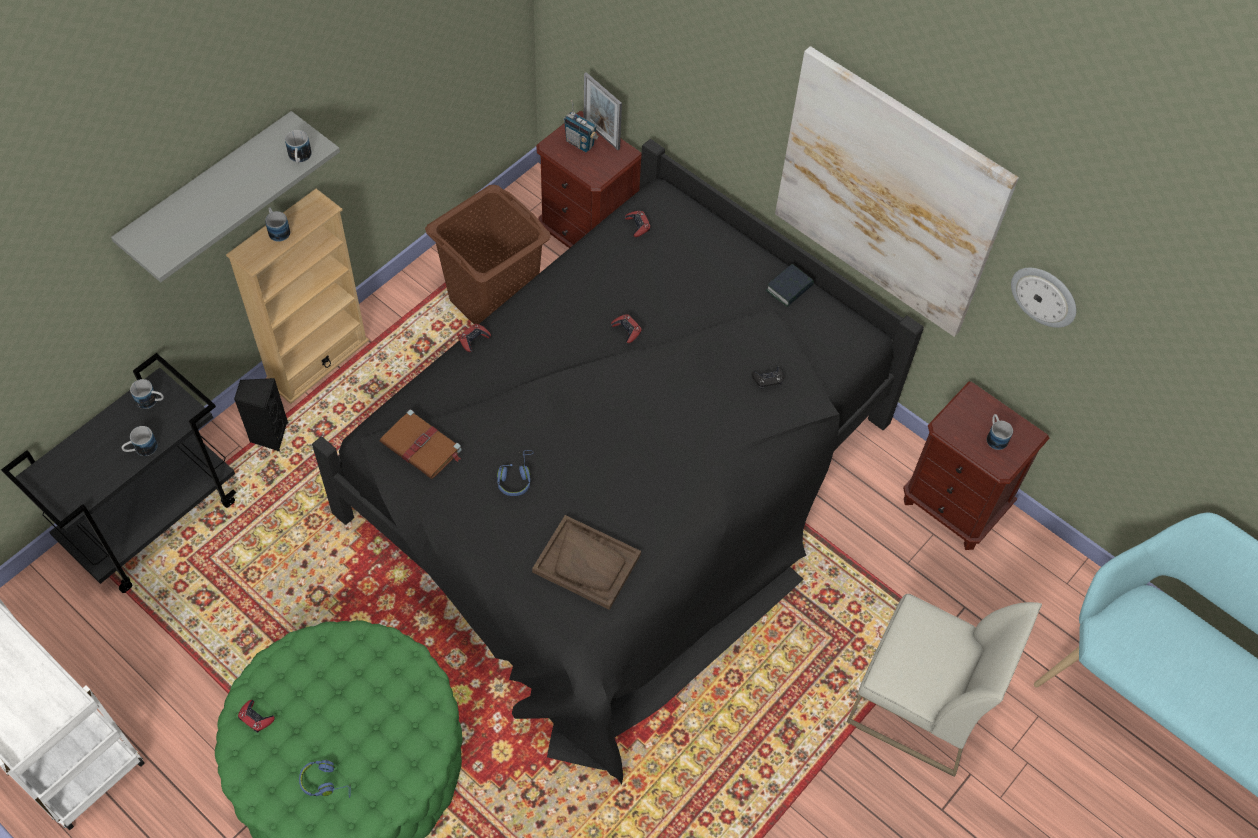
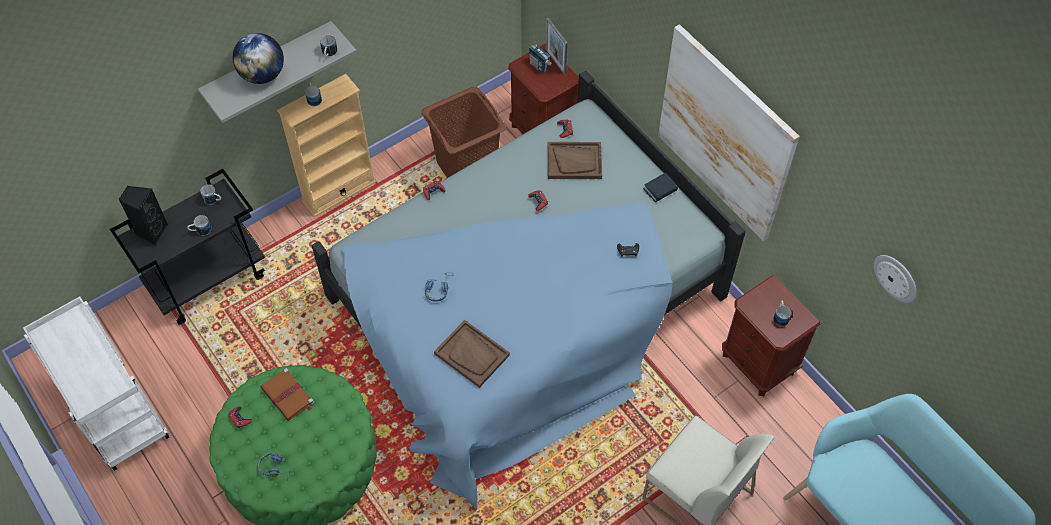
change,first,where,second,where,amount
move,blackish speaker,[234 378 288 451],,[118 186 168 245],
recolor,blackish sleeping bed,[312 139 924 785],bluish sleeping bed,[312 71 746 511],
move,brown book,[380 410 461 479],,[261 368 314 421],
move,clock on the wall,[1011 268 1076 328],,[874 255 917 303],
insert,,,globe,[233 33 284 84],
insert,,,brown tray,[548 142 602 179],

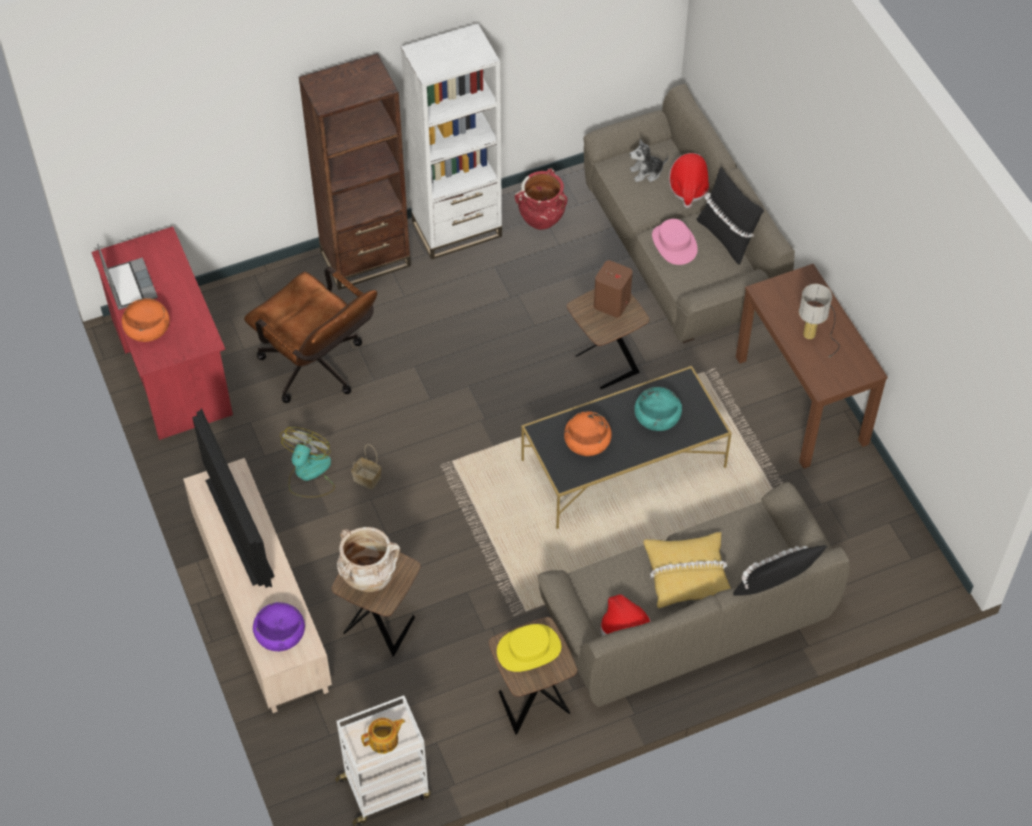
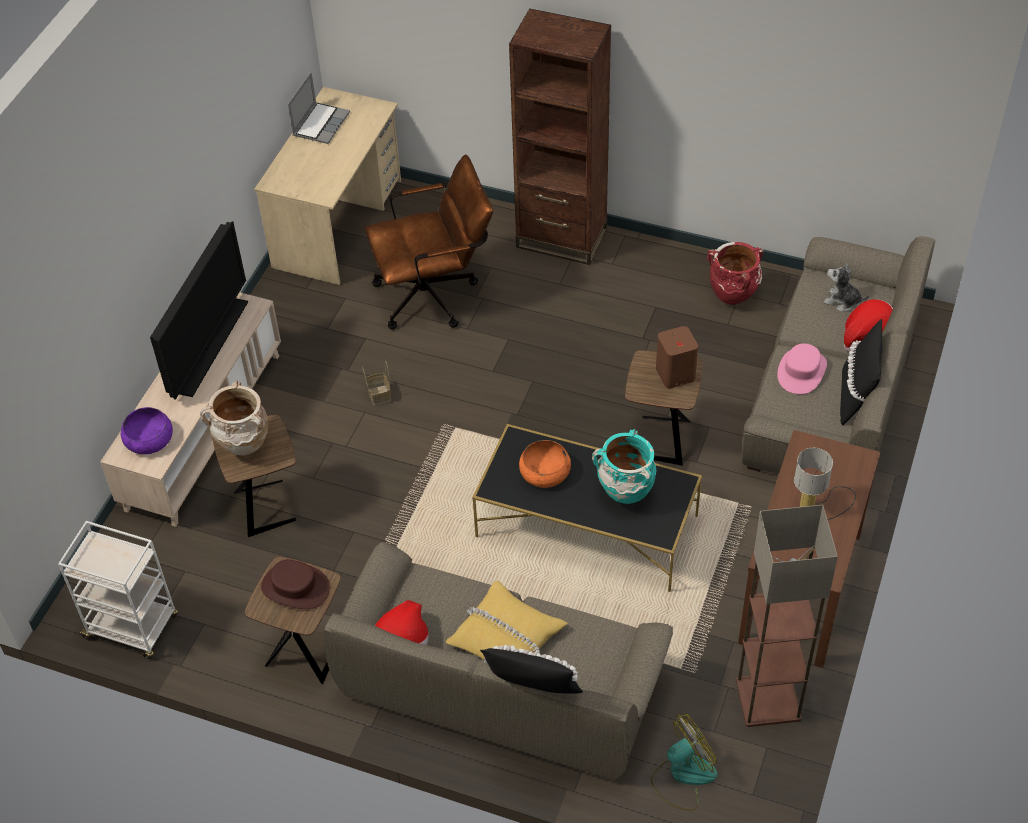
change,first,where,second,where,amount
recolor,reddish desk table,[91 227 233 440],beige desk table,[254 87 401 285],
delete,orange serving bowl,[122 298 170 342],,,
rotate,brown desk chair,[244 267 377 403],,[365 155 493 330],105 degrees counterclockwise
move,fan,[280 427 335 498],,[651 714 717 811],
delete,teapot,[361 718 405 754],,,
delete,whitish bookcase,[401 23 502 260],,,
recolor,yellow wearable hat,[497 624 561 672],brown wearable hat,[261 559 330 609],
replace,turquoise serving bowl,[634 387 682 431],turquoise decorative vase,[592 429 656 504],
insert,,,standing lamp,[736 505 838 727],

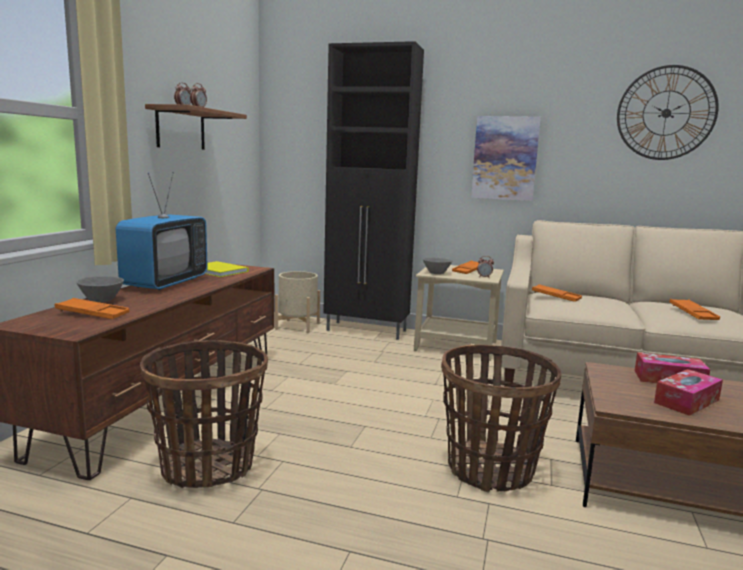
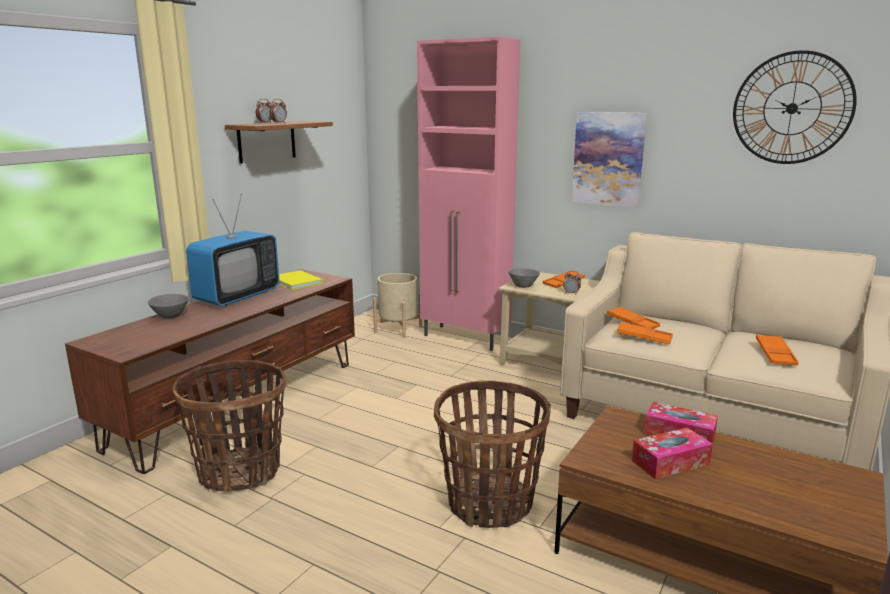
change,first,where,second,where,amount
move,orange tray,[55 298 129 319],,[617 322 673 344],
recolor,blackish cabinet,[323 41 424 340],pinkish cabinet,[417 37 520 351],

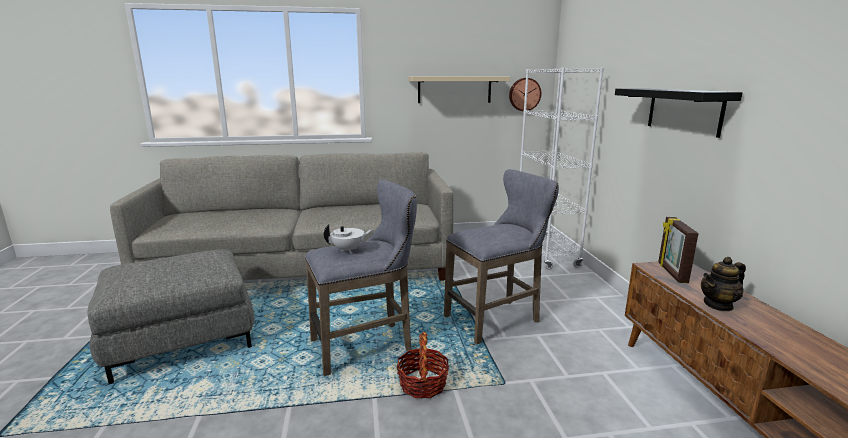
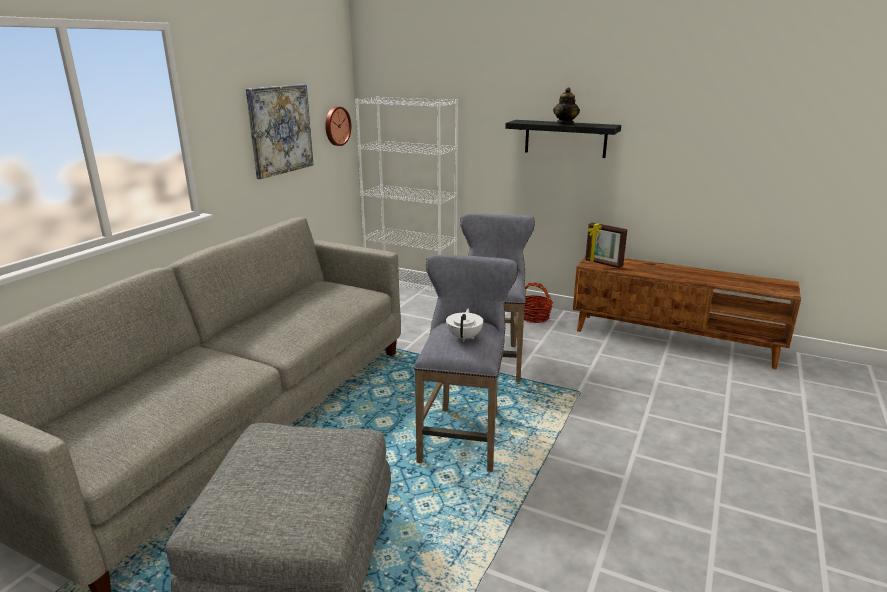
change,first,where,second,where,amount
move,basket,[396 332 449 399],,[524 282 553 323],
replace,beige shelf,[408 77 510 103],wall picture,[246 84 313 179],
move,teapot,[701 257 746 311],,[553 87 580 125],

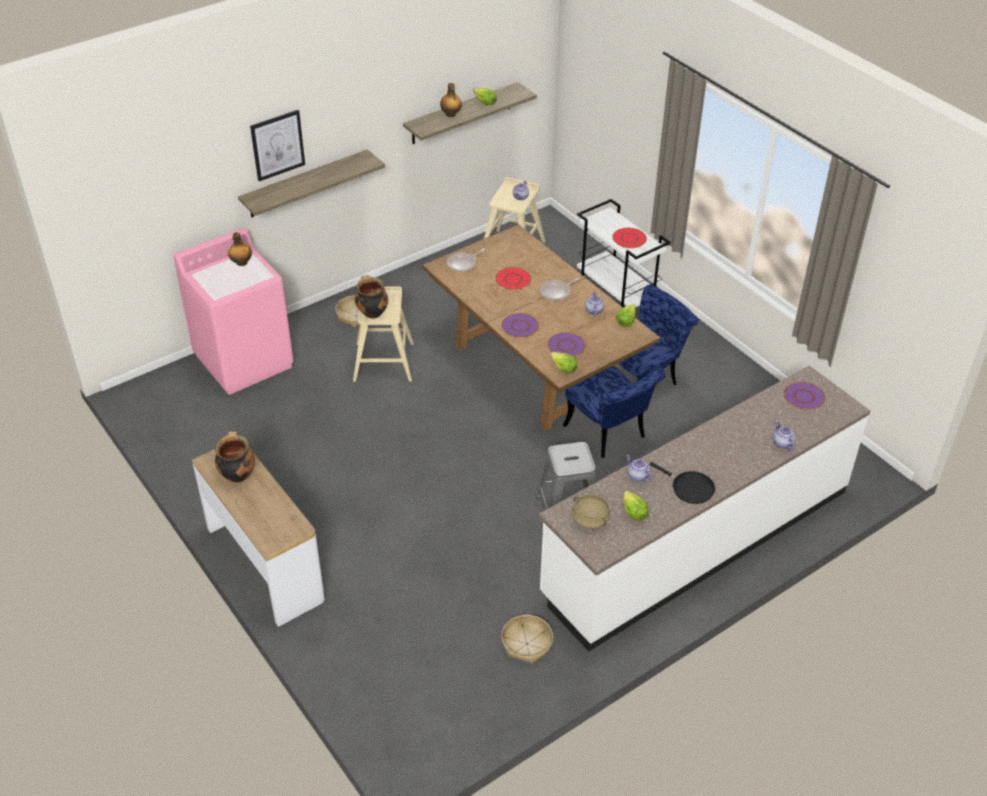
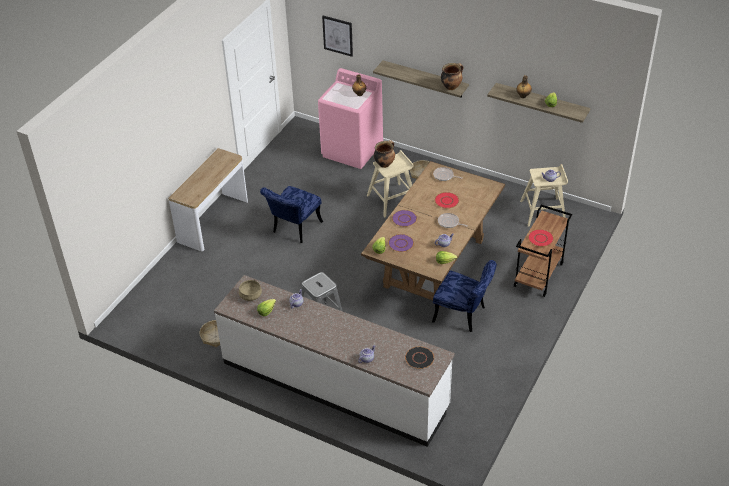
change,first,where,second,where,amount
move,cooking pot,[215 431 255 483],,[441 63 463 90],
move,wall picture,[250 110 305 181],,[322 16 353 57],
move,bluish upright chair,[563 366 665 458],,[260 186 323 243],
recolor,whitish trolley,[577 199 671 307],brown trolley,[513 205 572 297],
delete,blackish skillet,[649 462 715 504],,,
recolor,purplish flat dish,[784 382 825 410],blackish flat dish,[405 346 434 369],

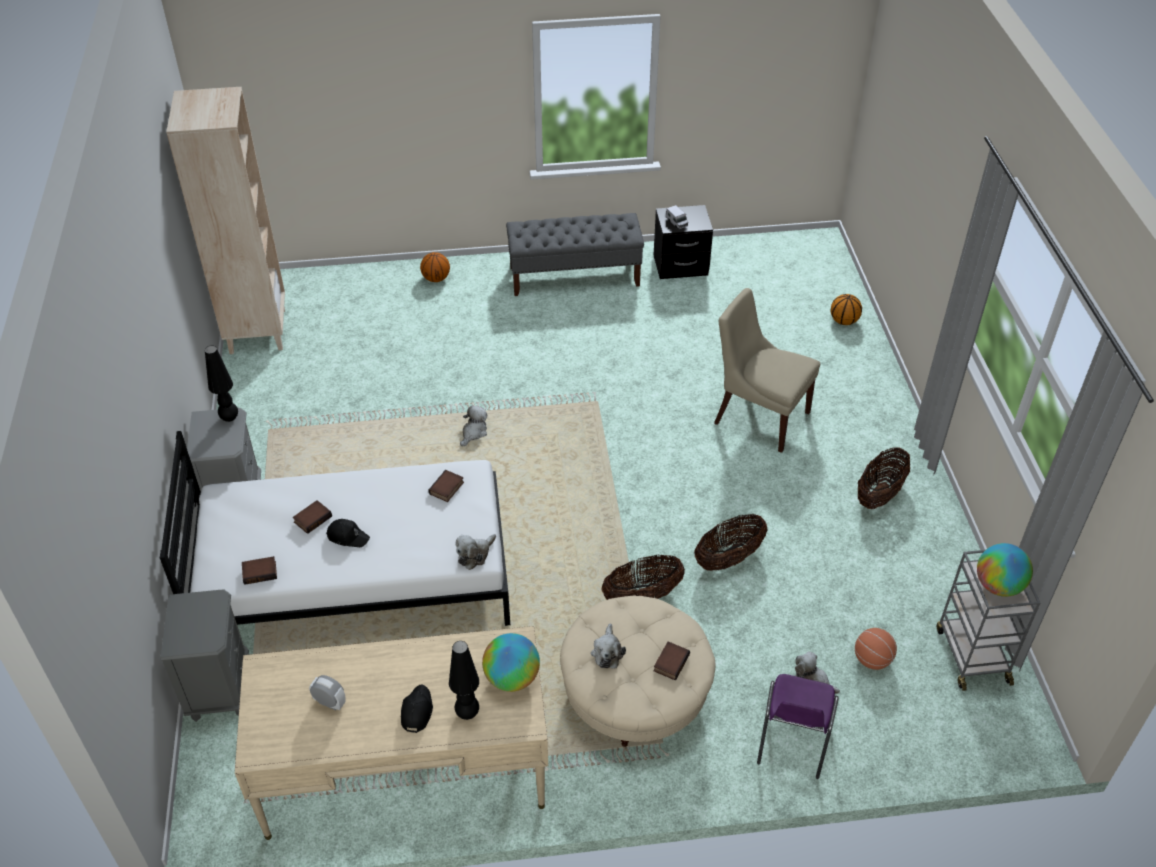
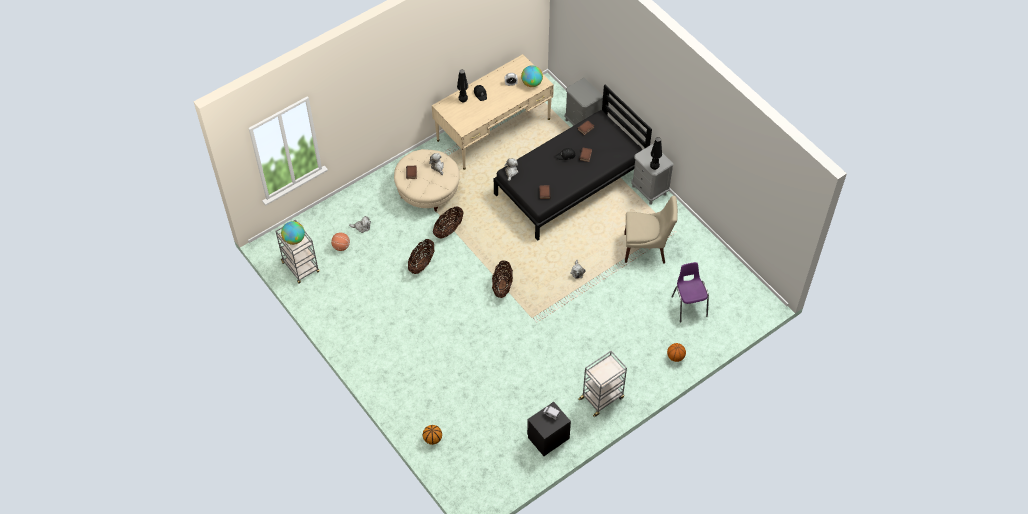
change,first,where,second,where,amount
recolor,whitish sleeping bed,[160 431 510 626],blackish sleeping bed,[494 84 652 241],
delete,beige bookcase,[166 87 285 354],,,
move,globe,[482 633 540 692],,[521 65 543 87],
replace,grey indoor bench,[506 213 644 296],grey trolley,[578 351 627 417],
move,beige upright chair,[714 288 820 453],,[624 196 678 264],
move,purplish upright chair,[757 674 839 779],,[672 262 709 323],
move,basket,[858 447 910 509],,[492 260 513 298],

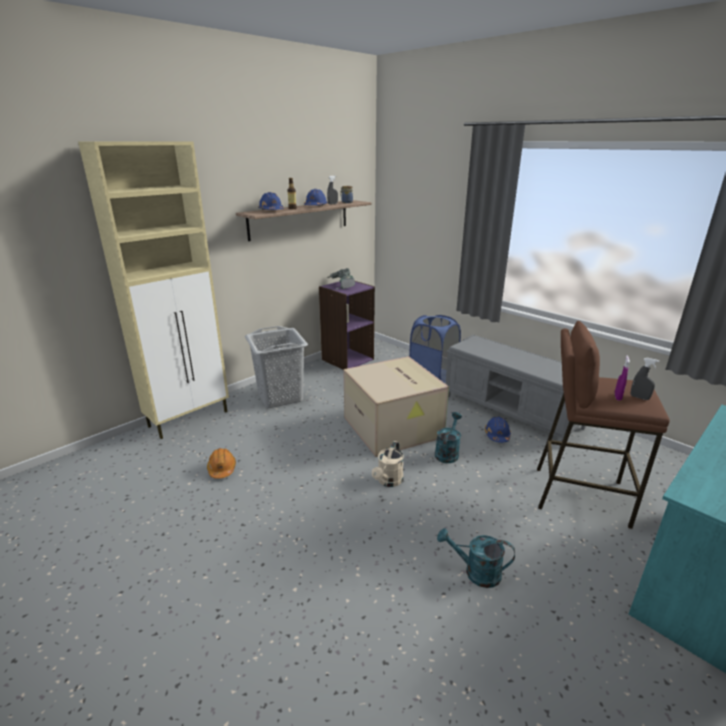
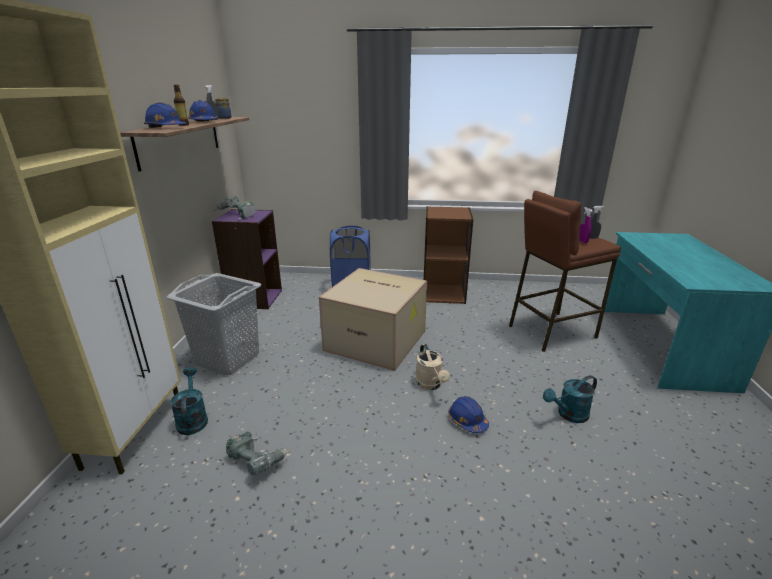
change,first,where,second,where,amount
replace,orange work helmet,[207 448 236 479],electric drill,[226 432 290 475],
move,turquoise watering can,[435 412 462 463],,[170 368 208 435],
replace,grey indoor bench,[445 335 586 447],brown bookcase,[424 206 473 304],
move,bluish work helmet,[485 417 511 443],,[448 396 489 433],

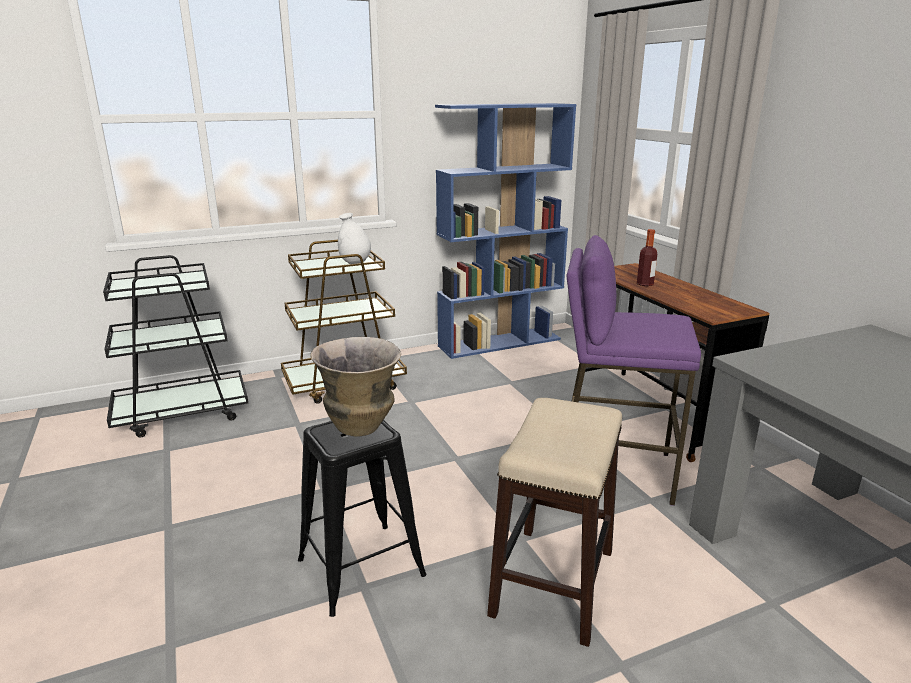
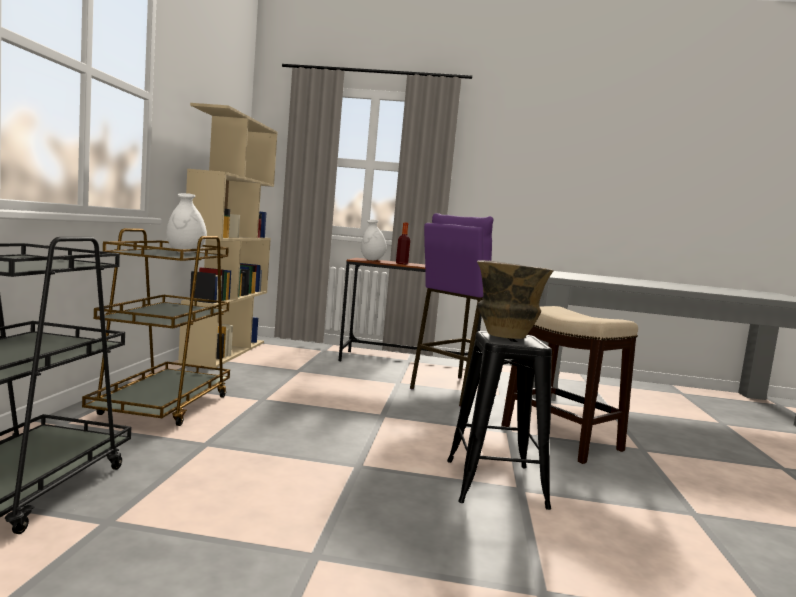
change,first,where,second,where,amount
recolor,bluish bookcase,[435 103 576 359],beige bookcase,[178 103 278 368],
insert,,,whitish decorative vase,[361 220 387 261],

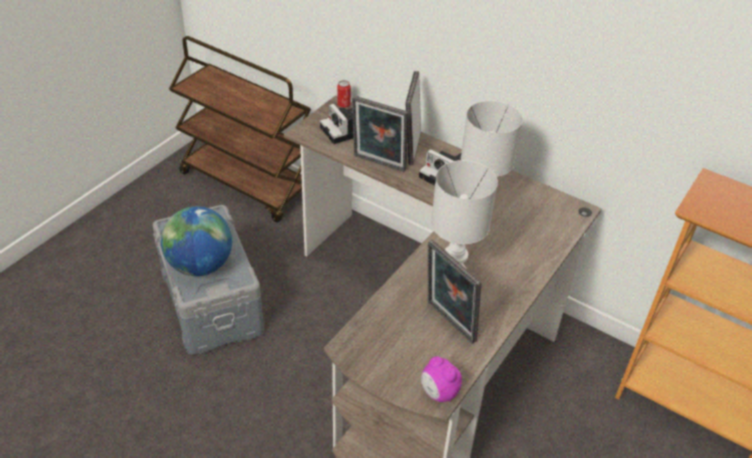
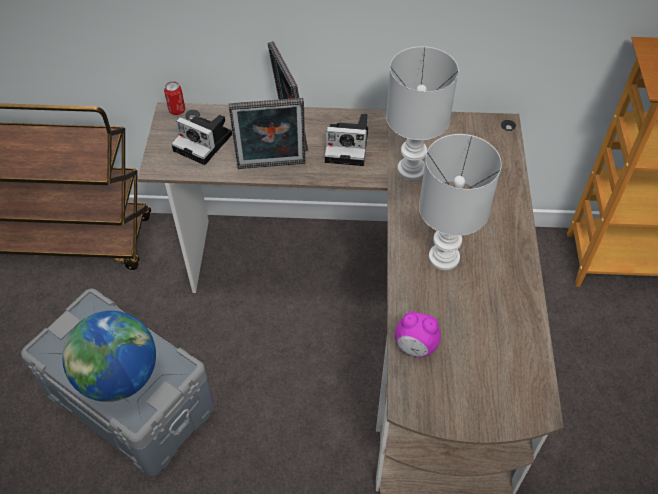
change,first,where,second,where,amount
move,alarm clock,[421 356 462 402],,[395 312 441 357],
delete,photo frame,[428 240 481 344],,,

